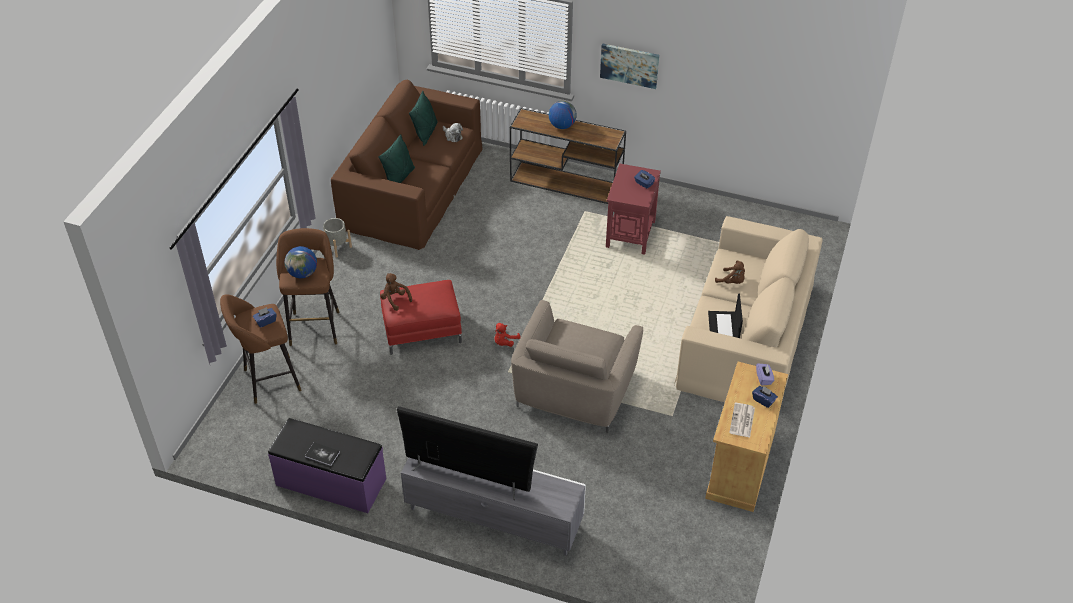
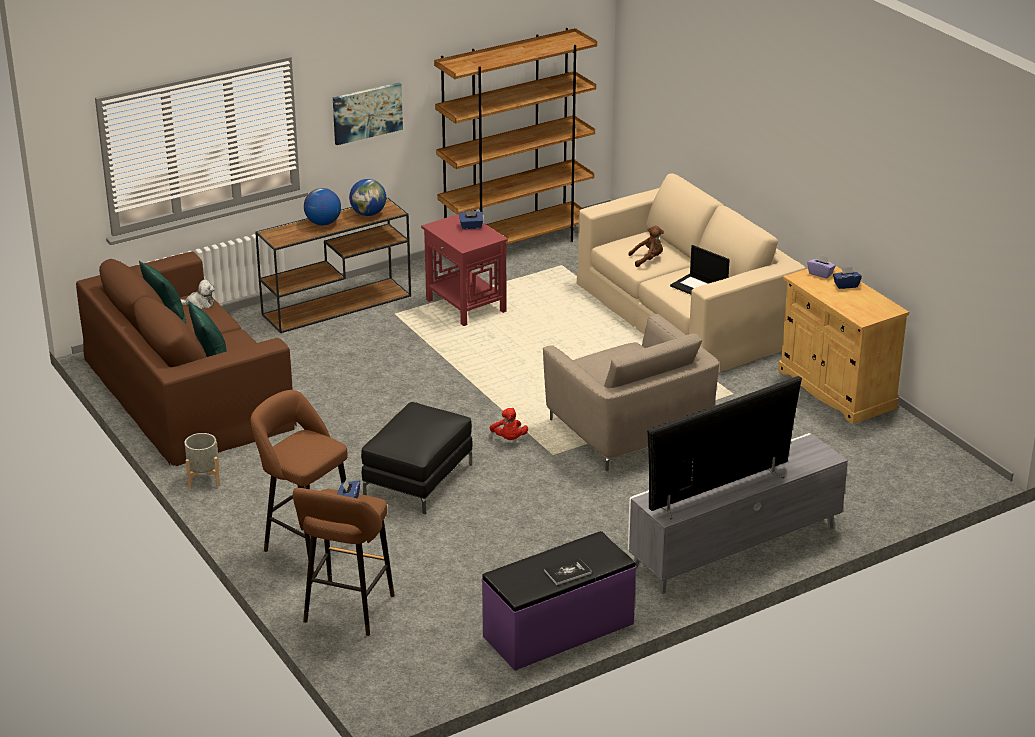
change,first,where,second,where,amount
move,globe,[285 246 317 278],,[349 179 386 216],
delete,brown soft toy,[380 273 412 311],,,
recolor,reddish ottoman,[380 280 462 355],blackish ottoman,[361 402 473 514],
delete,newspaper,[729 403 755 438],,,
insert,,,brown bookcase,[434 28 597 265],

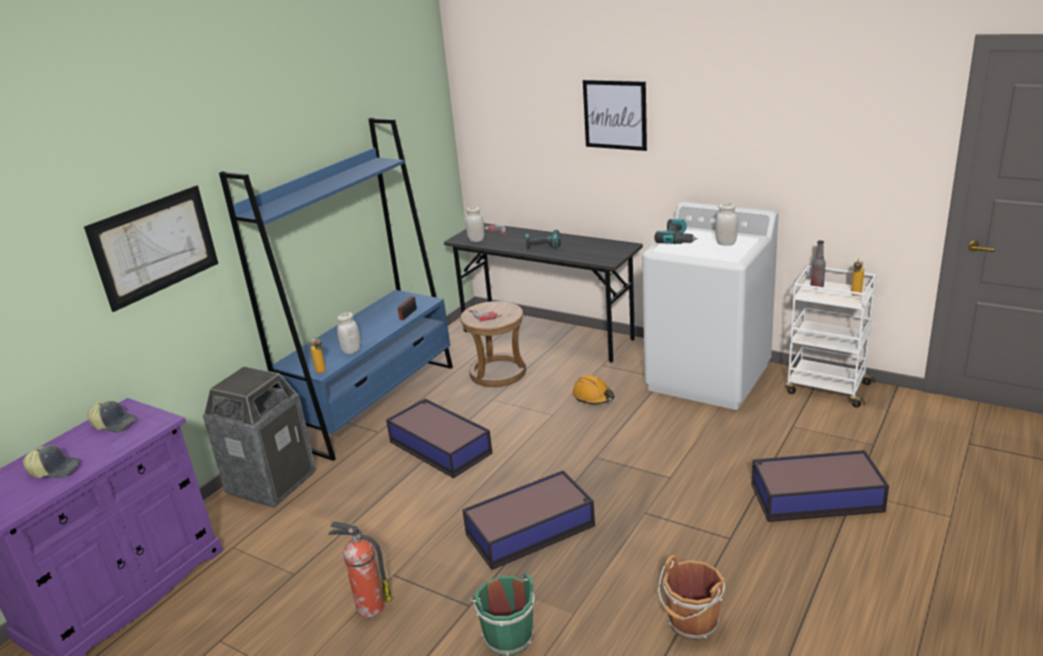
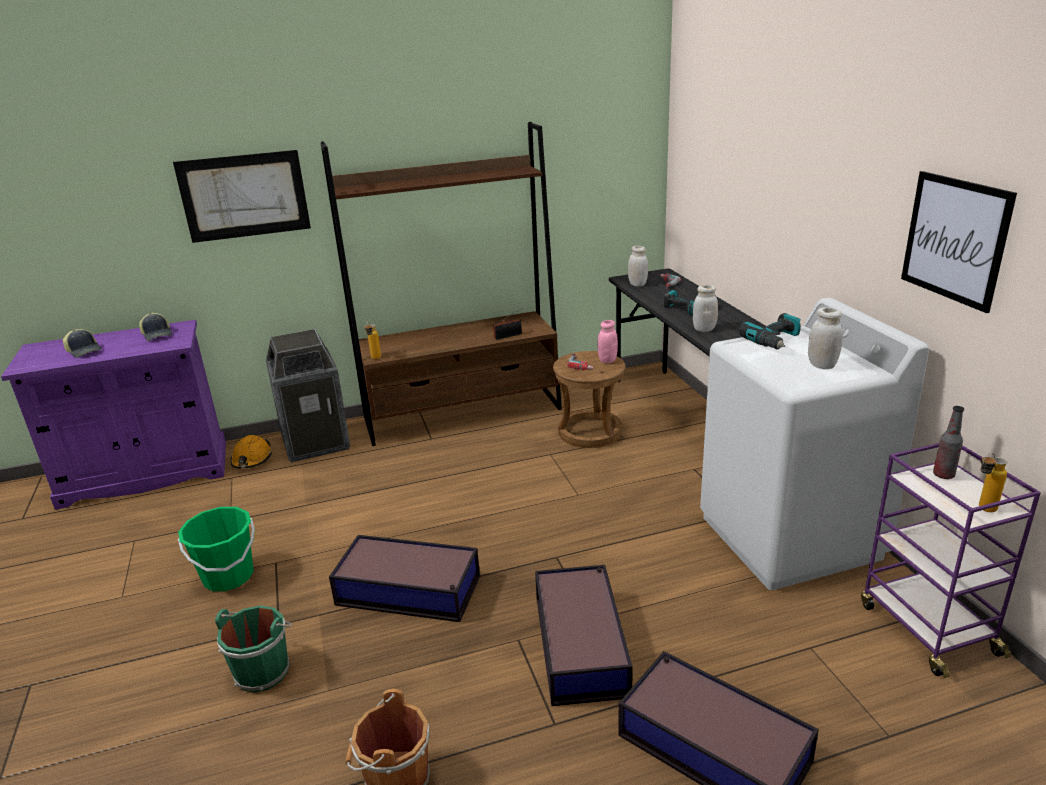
change,first,where,second,where,amount
recolor,bluish bookcase,[219 118 453 461],brown bookcase,[321 122 562 446],
replace,extinguisher,[328 521 392 618],green pail,[178 507 255 591],
move,whitish jar,[337 312 361 354],,[693 285 718 332],
move,storage bin,[386 398 492 478],,[535 565 633 706],
move,orange work helmet,[572 375 614 404],,[231 435 272 468],
move,wall picture,[583 80 647 151],,[901 171 1017 313],
recolor,whitish trolley,[785 265 877 408],purplish trolley,[861 443 1041 678],
insert,,,pinkish jar,[597 320 618 363],

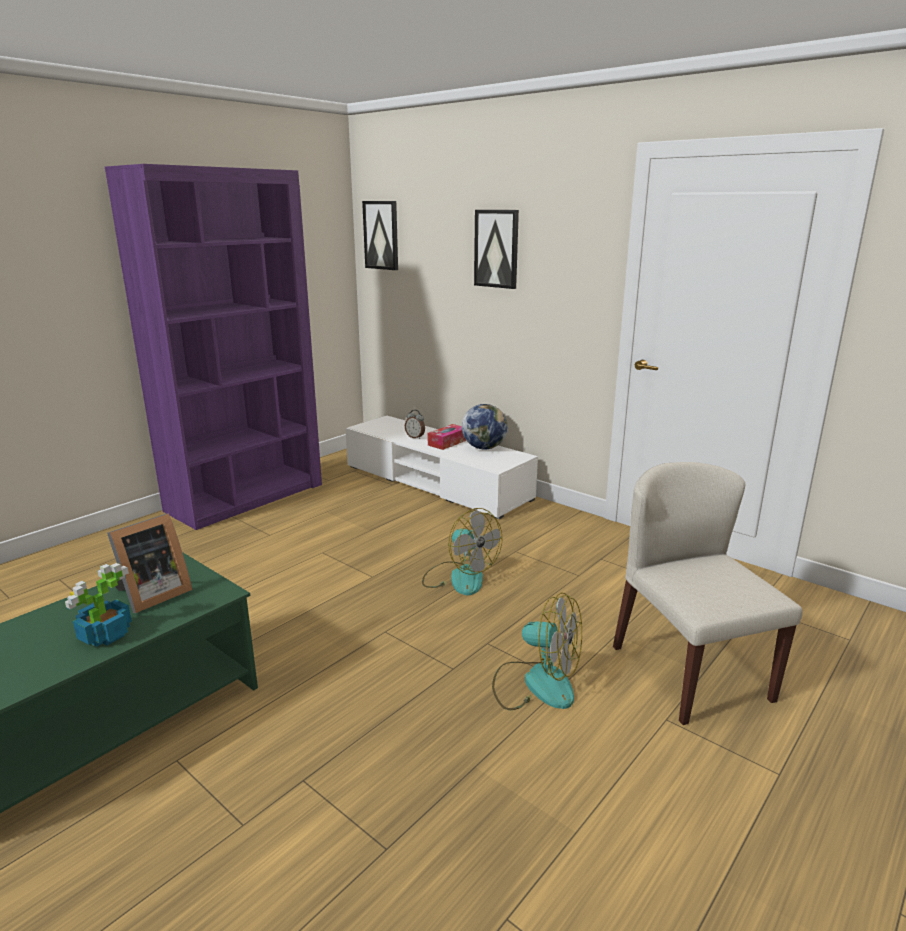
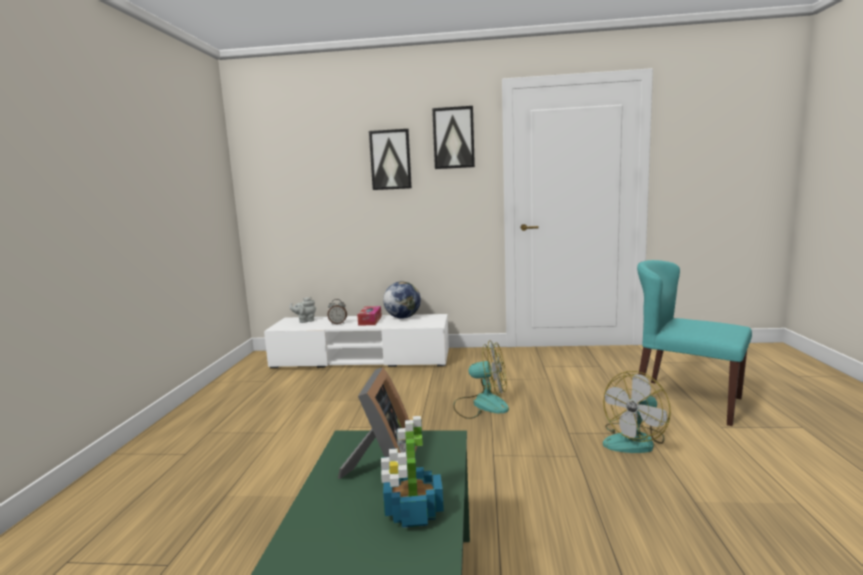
change,first,where,second,where,amount
delete,purplish bookcase,[105 164 322 530],,,
move,wall picture,[362 201 398 270],,[432 106 475 169],
rotate,fan,[492 592 582 710],,[603 371 671 453],150 degrees clockwise
recolor,beige upright chair,[613 462 803 725],turquoise upright chair,[637 260 752 426],
insert,,,grey teapot,[289 297 316 323],

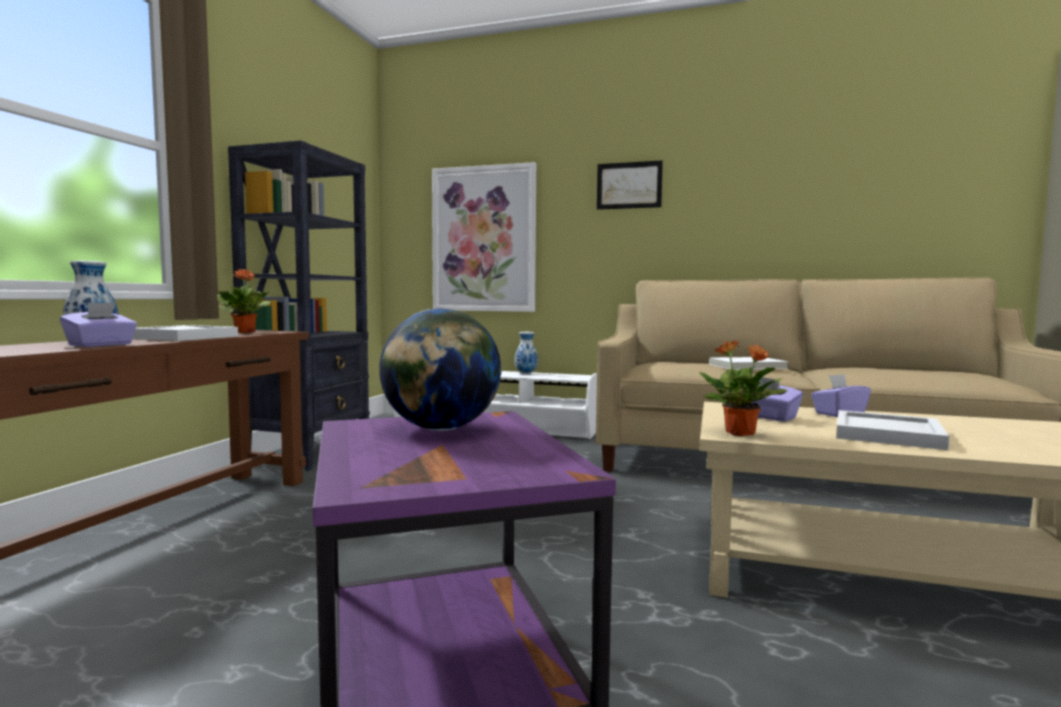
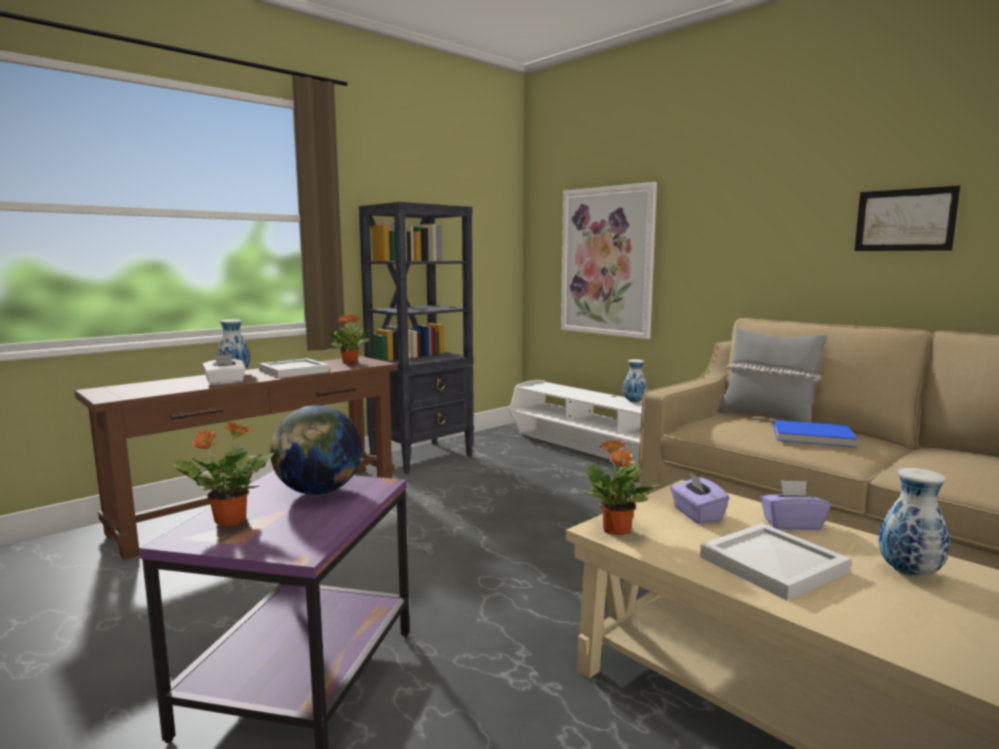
change,first,where,second,where,amount
recolor,purplish box of tissues,[60 302 137 347],whitish box of tissues,[202 354 246 385],
move,wall picture,[597 160 663 210],,[854 185 960 251],
recolor,whitish book,[709 357 788 370],bluish book,[774 420 857 447],
insert,,,houseplant,[172 422 274 526],
insert,,,grey pillow,[717 328 828 423],
insert,,,decorative vase,[878 468 949 577],

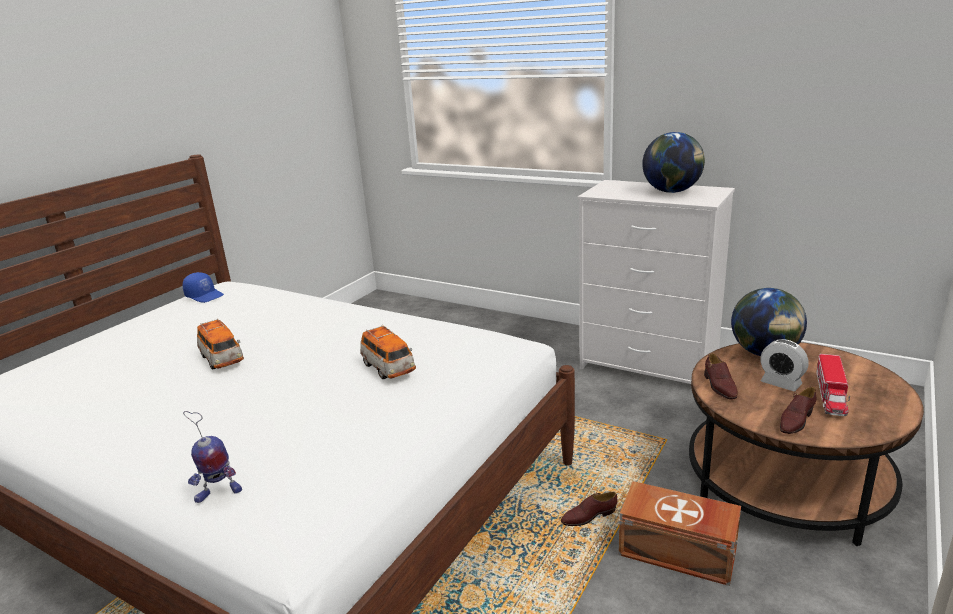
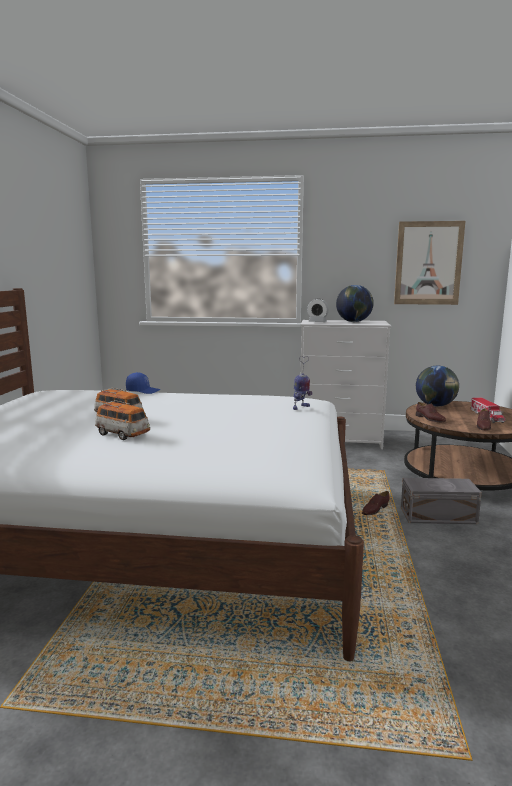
change,first,where,second,where,amount
move,bluish peaked cap,[183 272 224 303],,[126 372 160 394],
move,model robot,[183 411 242 503],,[293 356 312 410],
move,model car,[360 325 416 379],,[95 400 150 440],
recolor,brown storage bin,[618 481 741 586],grey storage bin,[401 478 482 524],
move,alarm clock,[761 339 809 391],,[307 299 329 322],
insert,,,wall picture,[394 221 465 305],

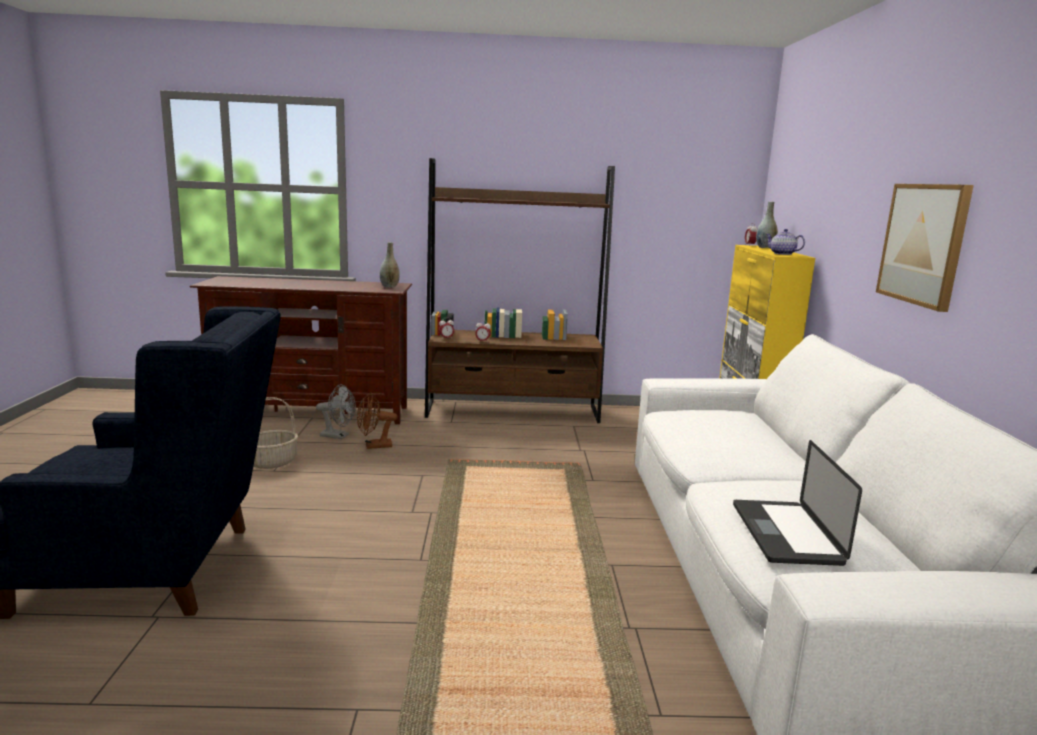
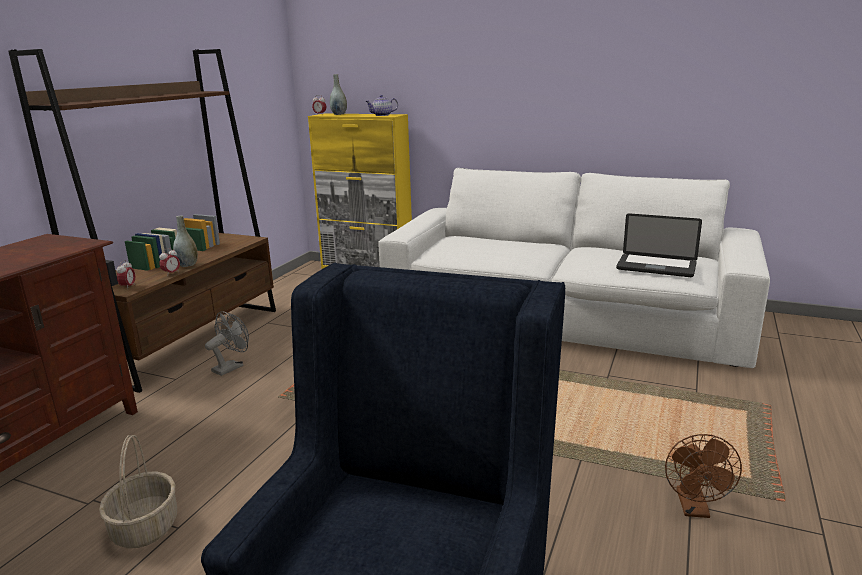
change,first,where,second,where,amount
move,grey fan,[316 384 356 439],,[205 311 249 376],
move,brown fan,[357 392 398 449],,[665 434 742 518],
move,grey decorative vase,[380 242 400 288],,[173 216 198 267],
delete,wall picture,[876 184 974 312],,,

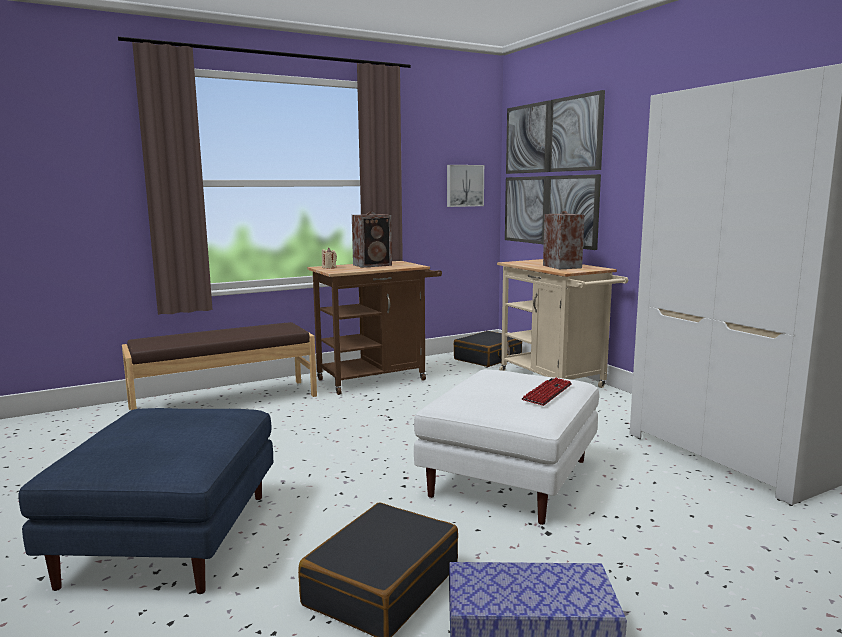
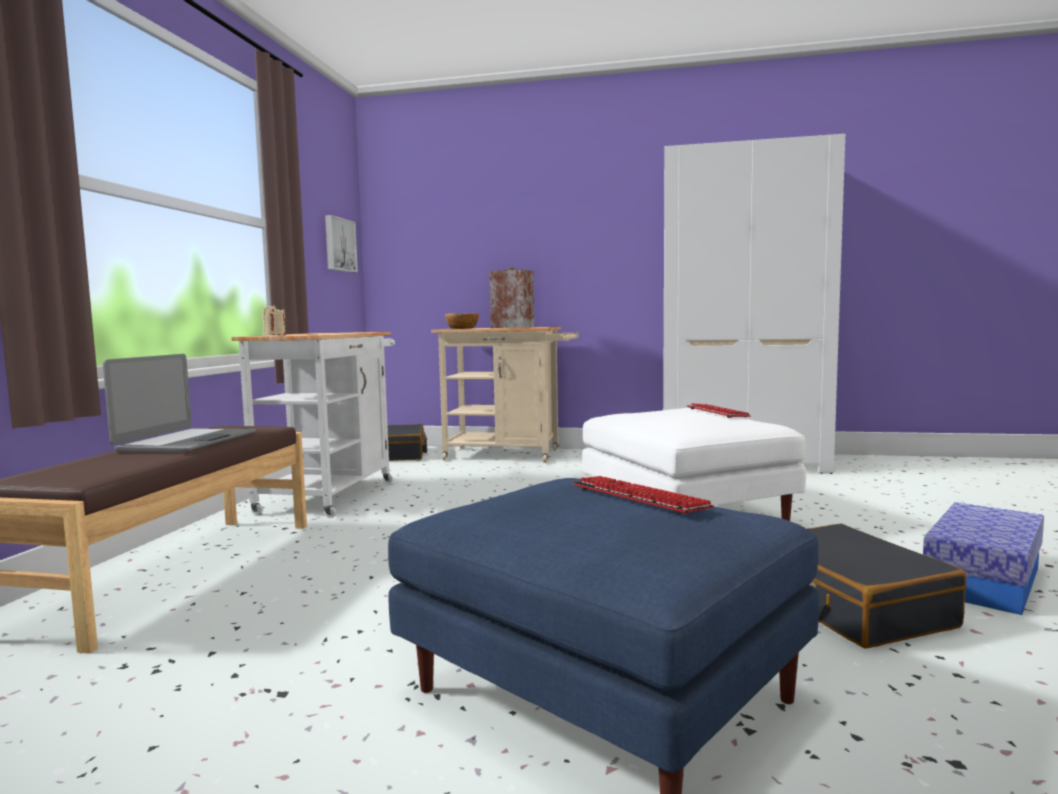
change,first,where,second,where,amount
recolor,brown trolley,[307 261 442 395],whitish trolley,[231 332 395 518],
delete,speaker,[352 212 392 268],,,
delete,wall picture,[505 90 605 250],,,
insert,,,portable computer,[103 354 256 453],
insert,,,serving bowl,[445 313 479 329],
insert,,,computer keyboard,[573 476 714 515],

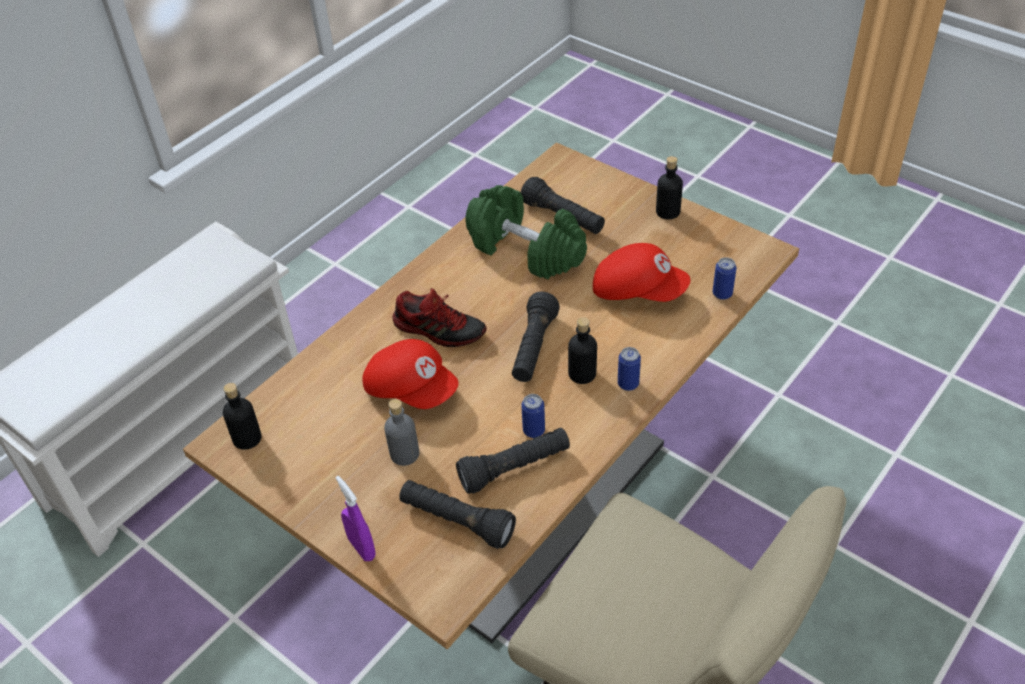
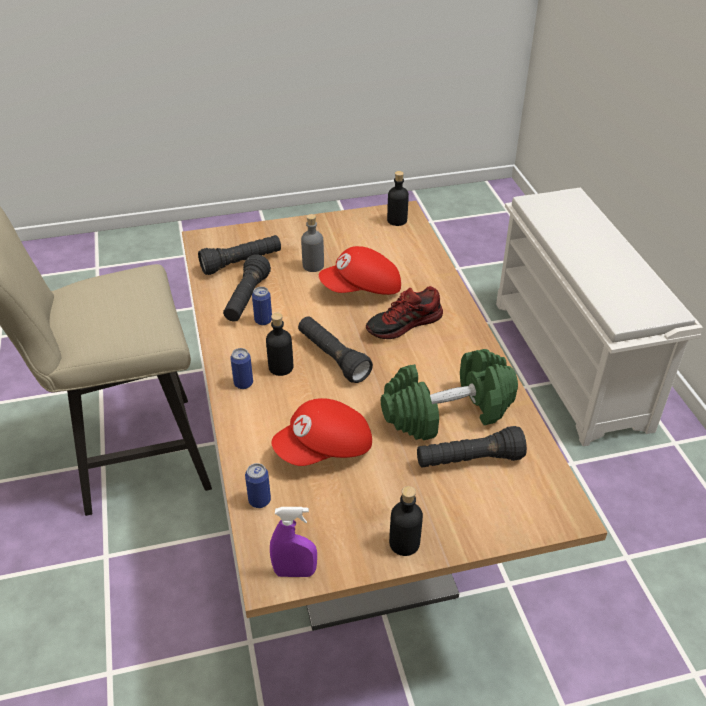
change,first,where,second,where,amount
move,purplish hand sprayer,[336 476 376 561],,[270 507 317 577],

